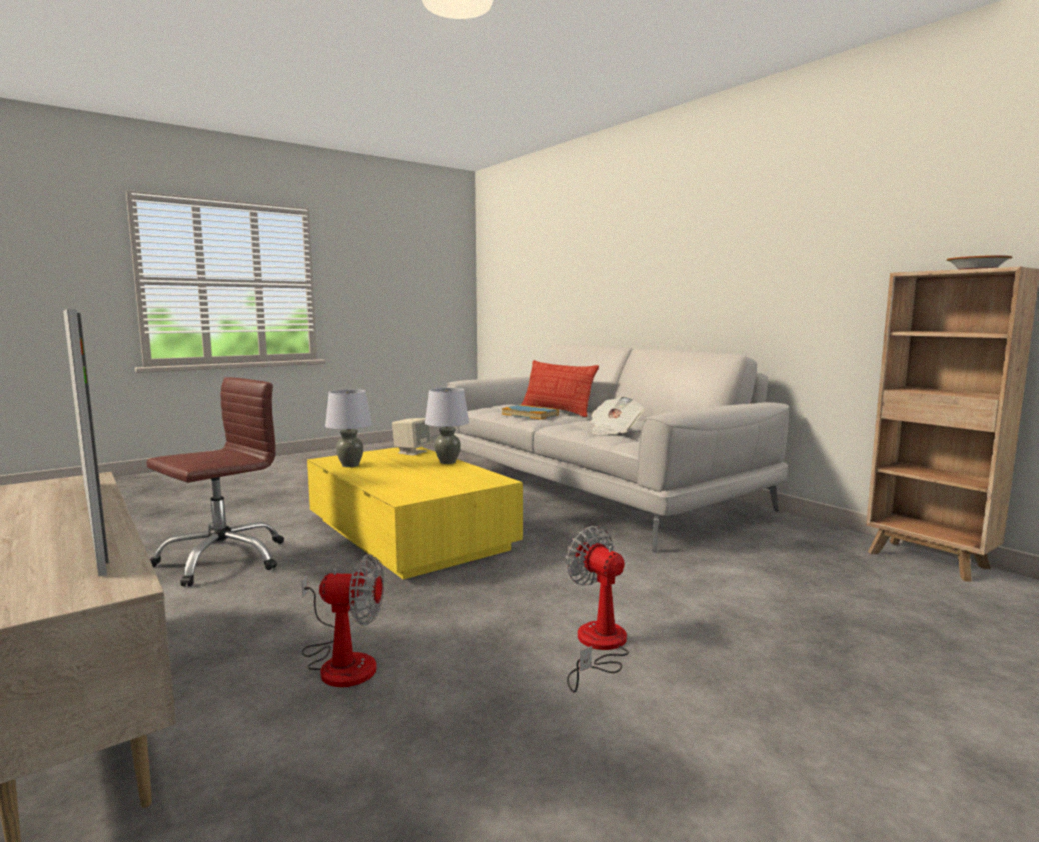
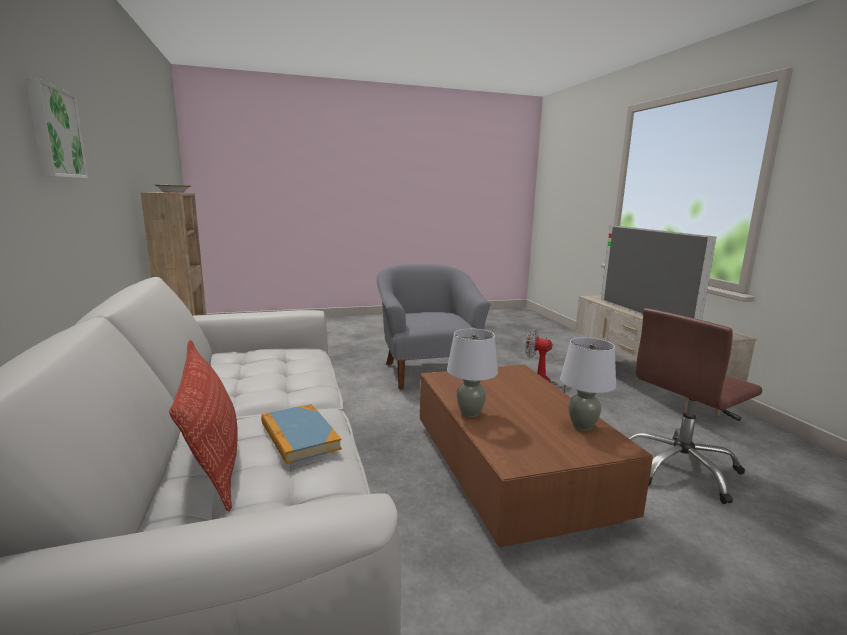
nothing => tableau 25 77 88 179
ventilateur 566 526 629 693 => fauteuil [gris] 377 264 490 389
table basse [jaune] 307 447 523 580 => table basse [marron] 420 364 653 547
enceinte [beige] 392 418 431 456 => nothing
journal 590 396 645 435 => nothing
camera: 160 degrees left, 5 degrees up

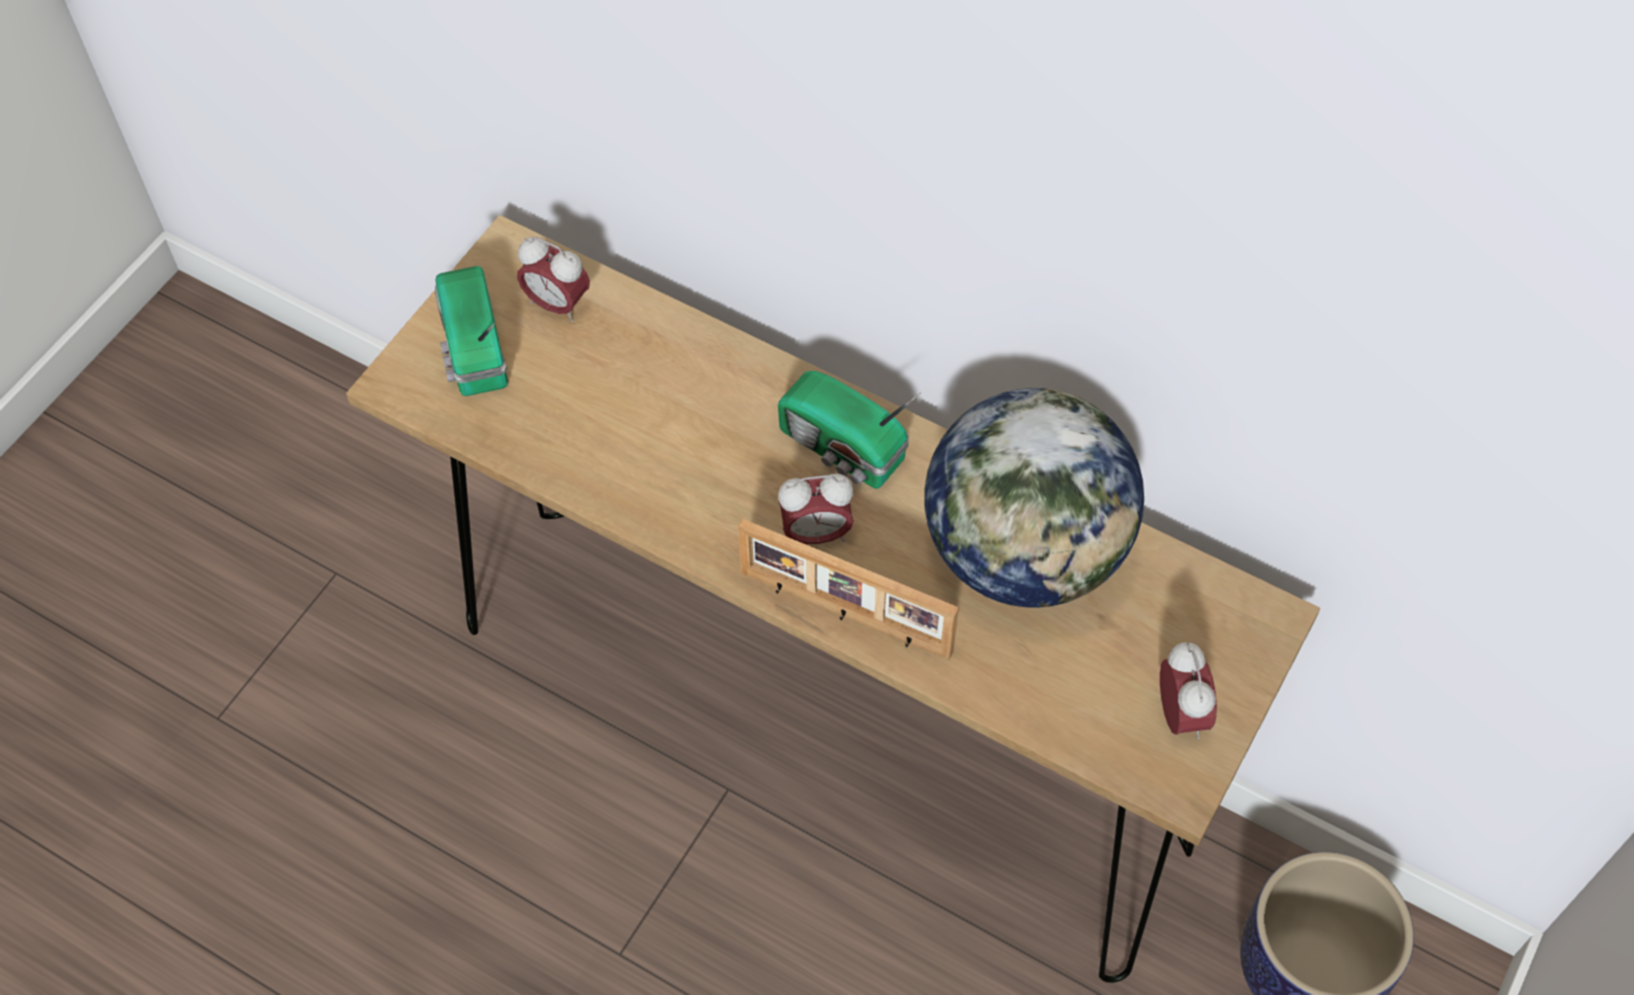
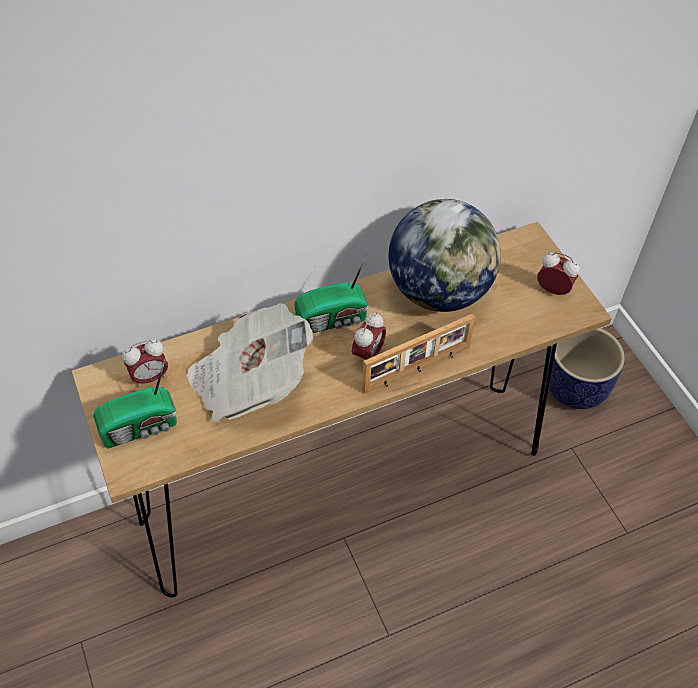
radio 435 266 508 396 => radio 93 359 177 448, 45 degrees counterclockwise
nothing => journal 186 303 314 423
camera: 55 degrees left, 5 degrees down

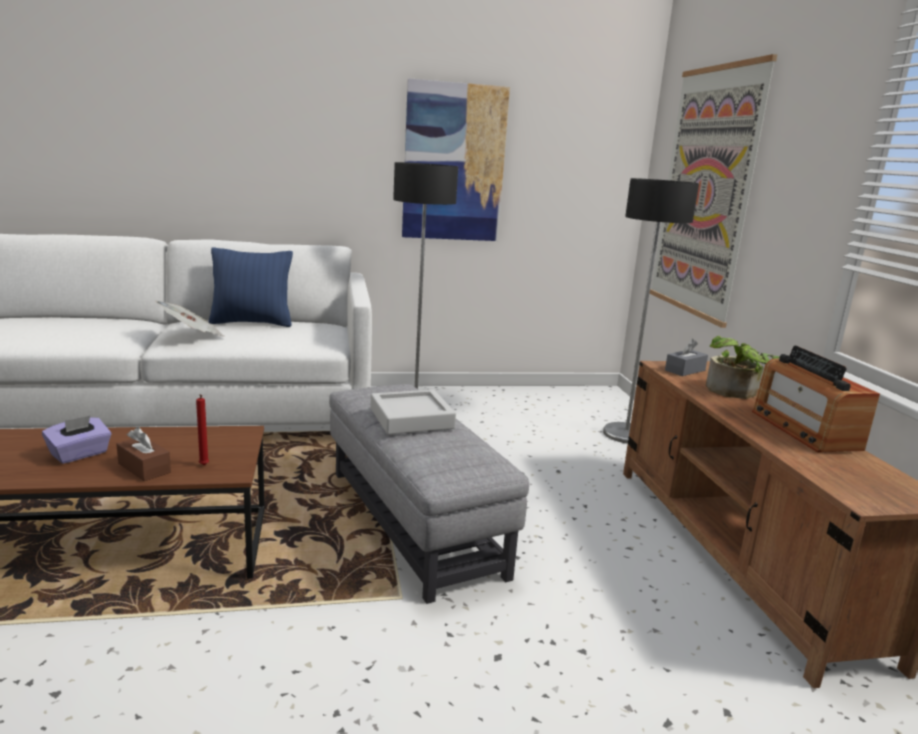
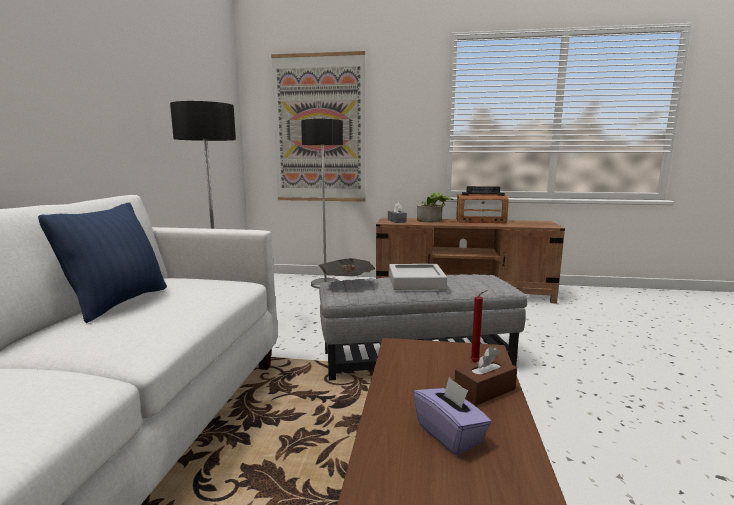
journal 155 301 226 337 => journal 318 258 375 276, relocated
tableau 402 78 510 241 => nothing
camera: 70 degrees left, 5 degrees down

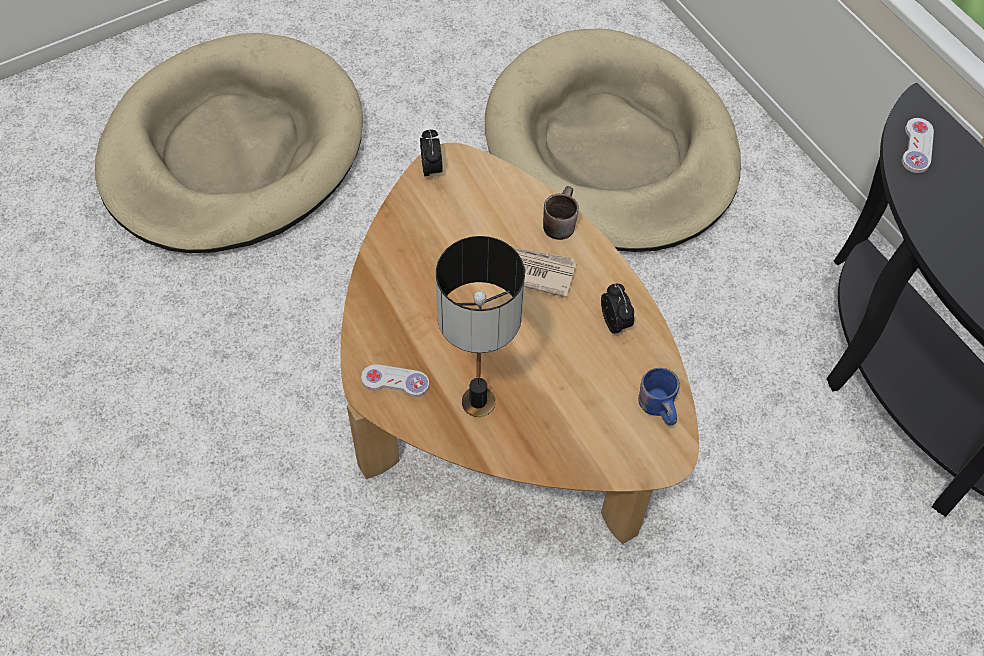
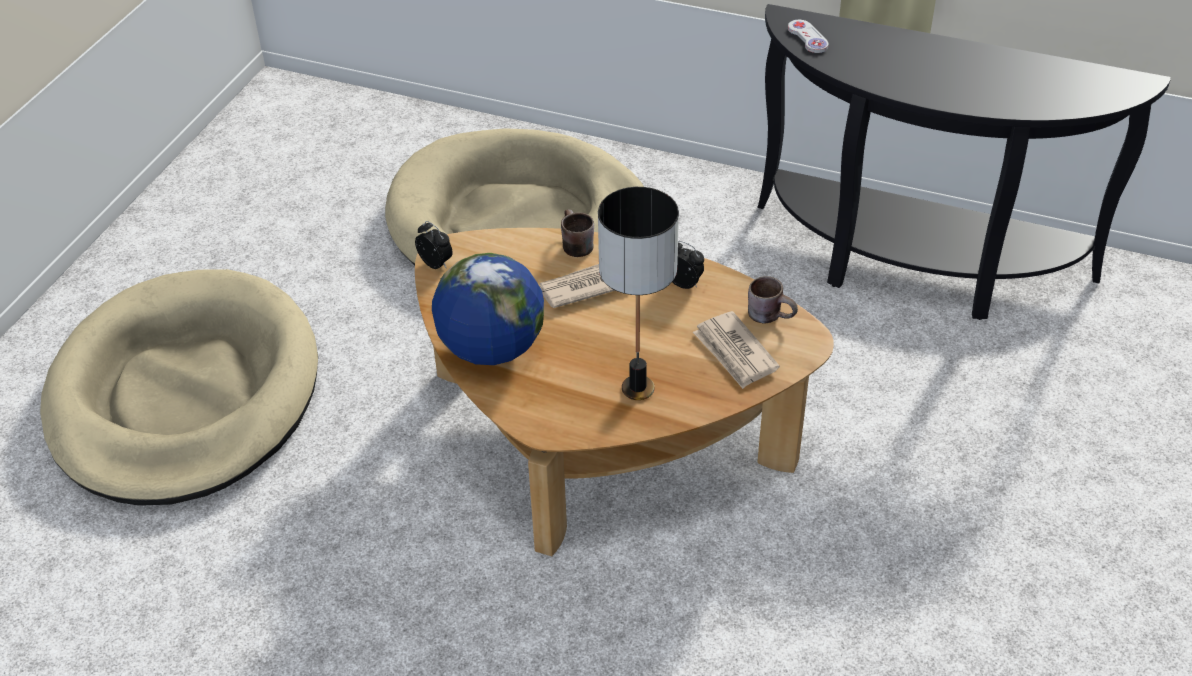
nothing => globe 432 253 544 365
nothing => journal 693 311 780 389
mug [bleu] 638 368 680 425 => mug [marron] 748 276 798 324
manette [blanc] 361 364 429 397 => nothing
camera: 35 degrees left, 15 degrees down

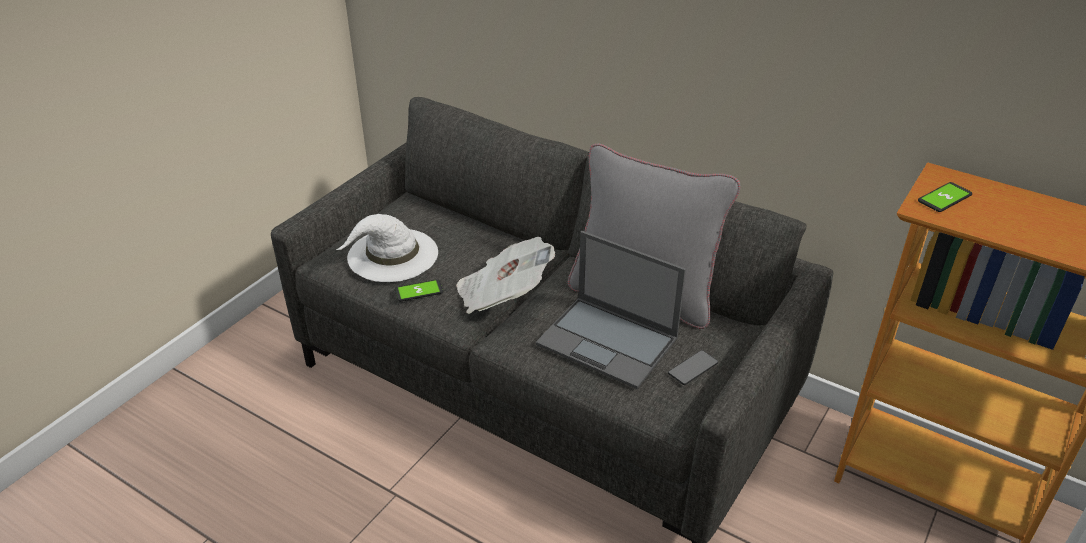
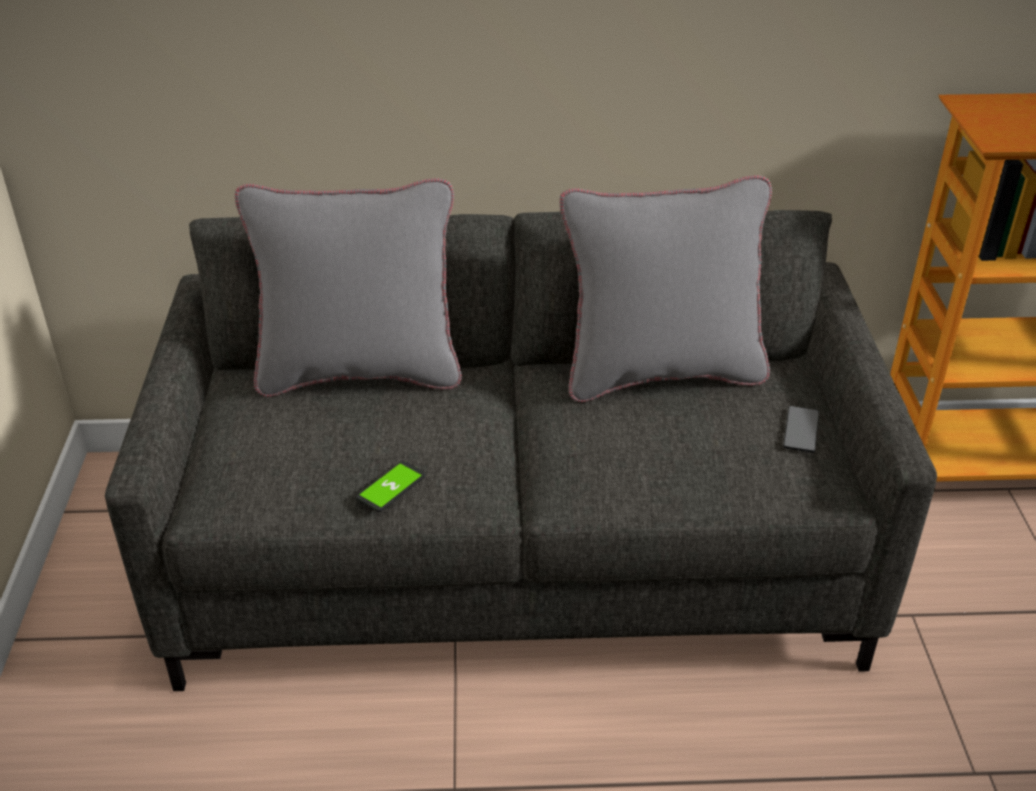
nothing => coussin [gris] 235 178 462 397
chapeau [blanc] 336 214 438 282 => nothing
journal 456 237 555 314 => nothing
ordinateur portable 536 231 686 389 => nothing
téléphone 918 182 972 212 => nothing
camera: 35 degrees left, 0 degrees up

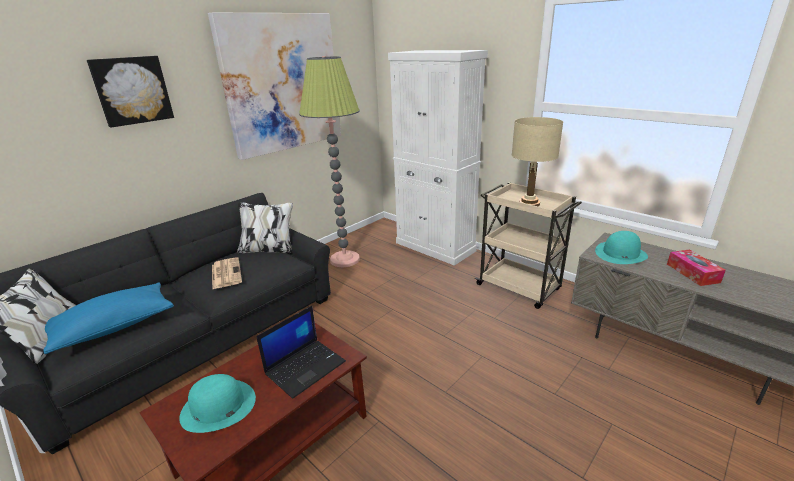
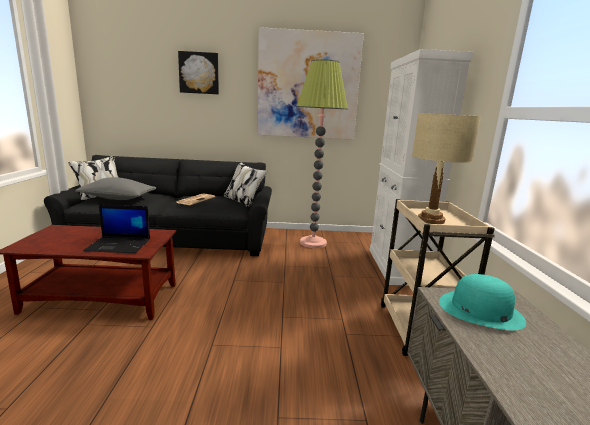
coussin [bleu] 43 283 174 354 => coussin [gris] 75 177 156 200
chapeau [turquoise] 179 374 256 433 => nothing
boîte à mouchoirs 667 249 726 286 => nothing
camera: 45 degrees right, 10 degrees down

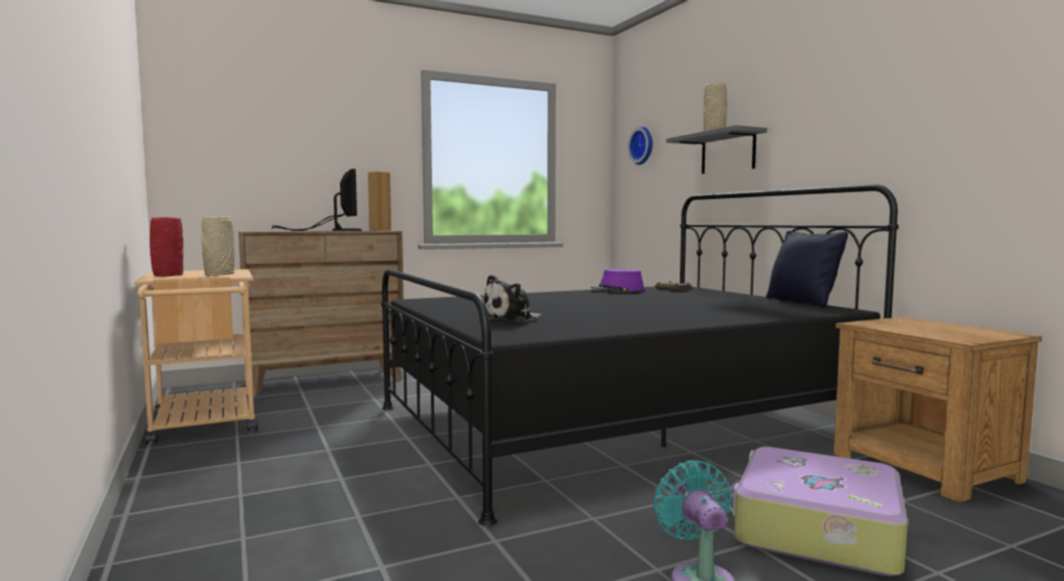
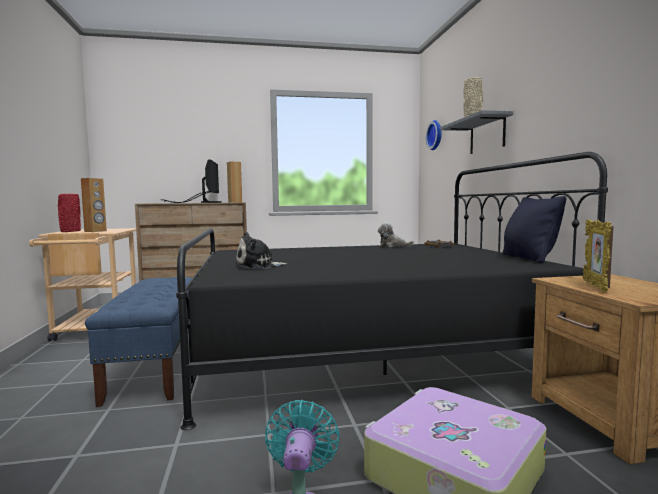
vase [beige] 201 216 235 276 => enceinte [marron] 81 178 107 232
nothing => banc [bleu] 85 277 194 407
chapeau [violet] 590 269 644 292 => peluche 378 222 414 247
nothing => cadre photo 583 219 614 293
camera: 15 degrees right, 0 degrees up

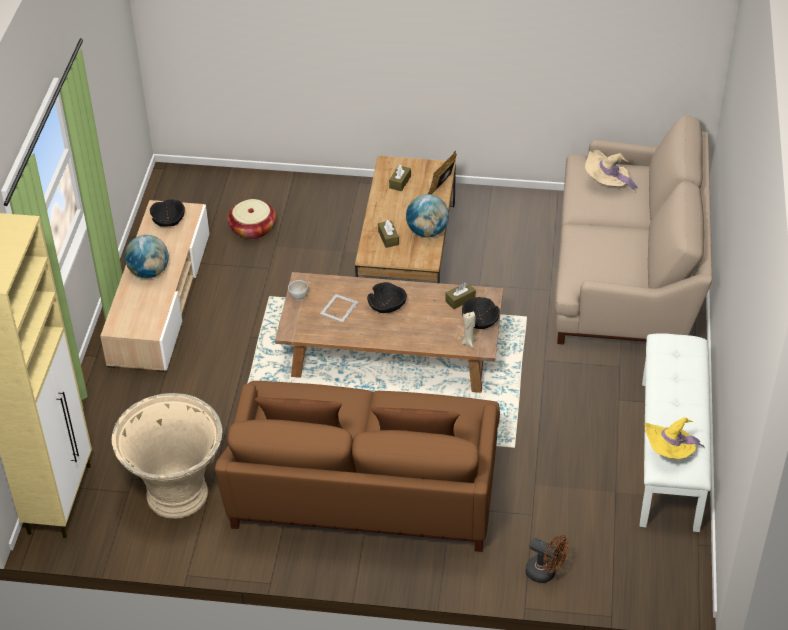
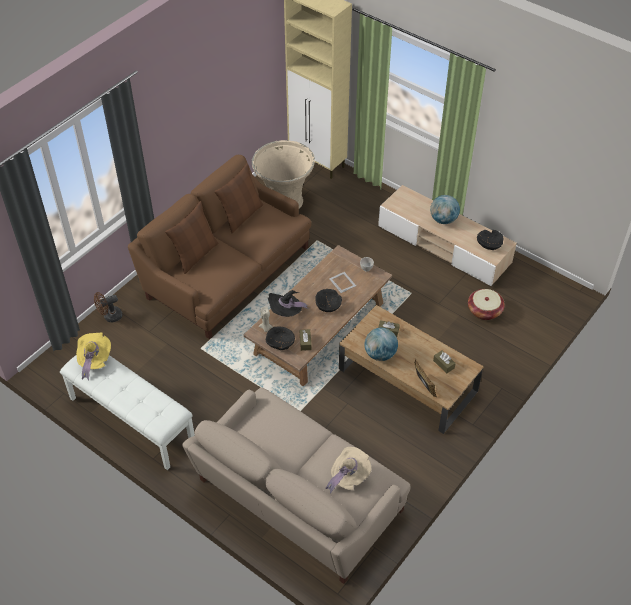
nothing => chapeau [noir] 268 290 310 317
camera: 120 degrees right, 5 degrees up

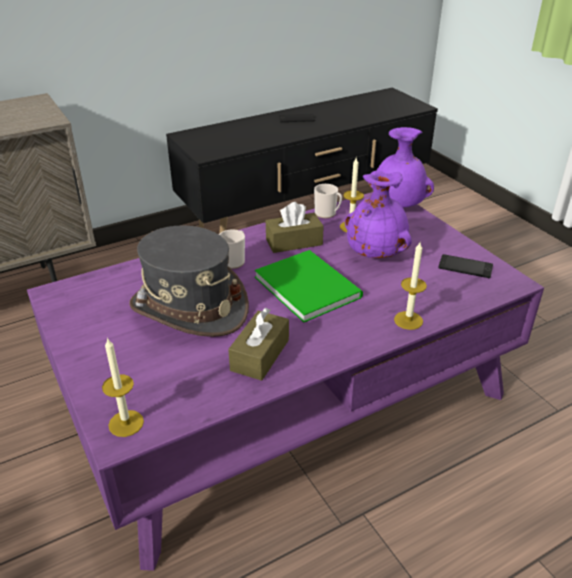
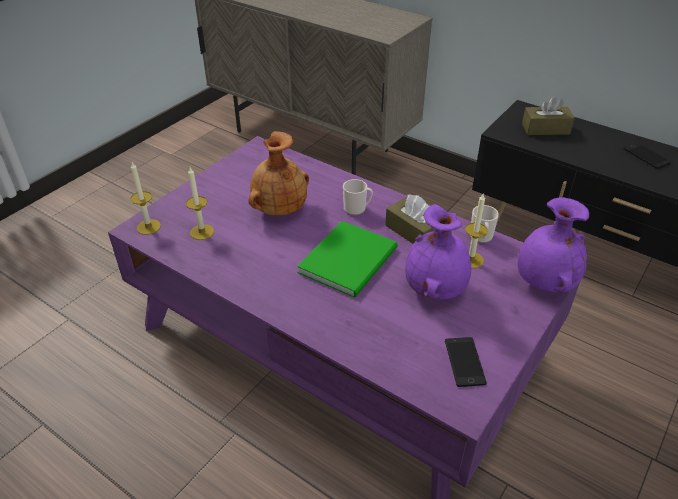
bougie 394 242 427 330 => bougie 186 167 214 240, relocated
chapeau [gris] 129 225 249 337 => vase [marron] 248 131 309 216
boîte à mouchoirs [marron] 228 308 289 381 => boîte à mouchoirs [marron] 522 96 575 135, relocated
camera: 65 degrees right, 5 degrees up

